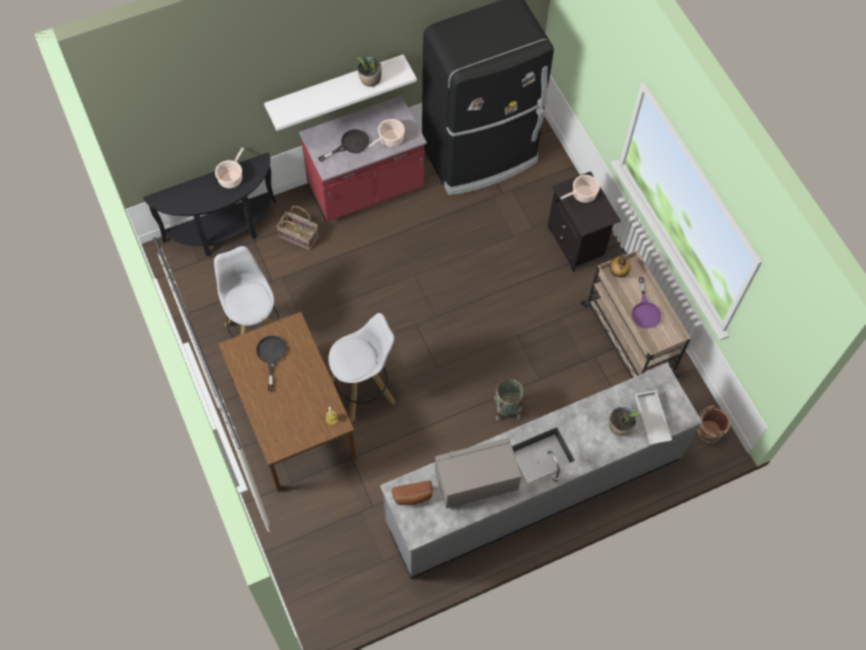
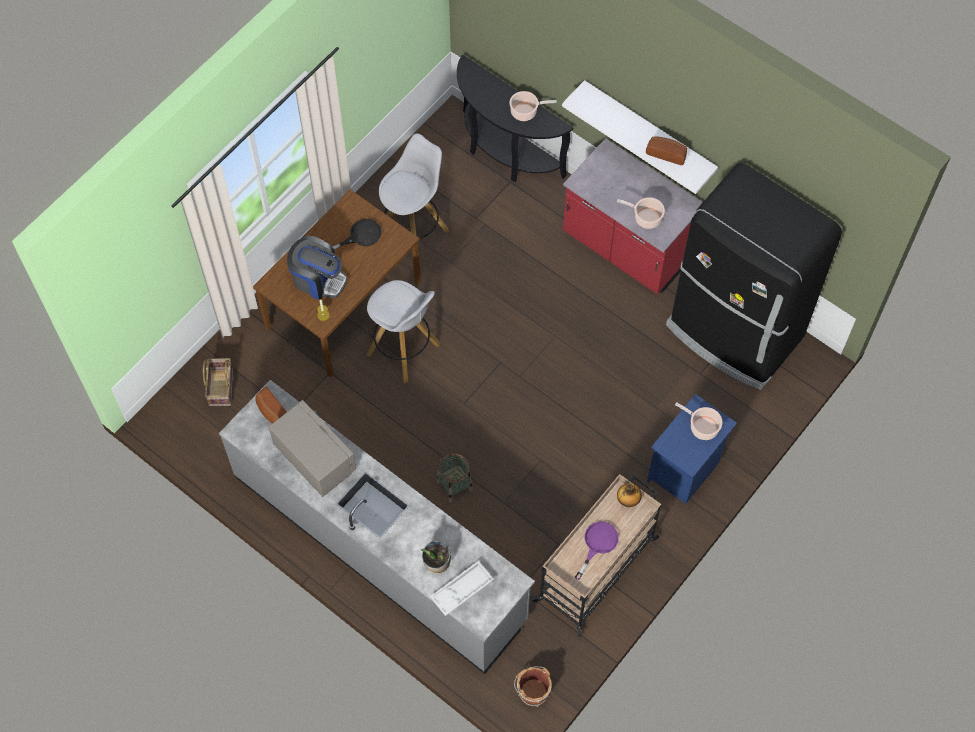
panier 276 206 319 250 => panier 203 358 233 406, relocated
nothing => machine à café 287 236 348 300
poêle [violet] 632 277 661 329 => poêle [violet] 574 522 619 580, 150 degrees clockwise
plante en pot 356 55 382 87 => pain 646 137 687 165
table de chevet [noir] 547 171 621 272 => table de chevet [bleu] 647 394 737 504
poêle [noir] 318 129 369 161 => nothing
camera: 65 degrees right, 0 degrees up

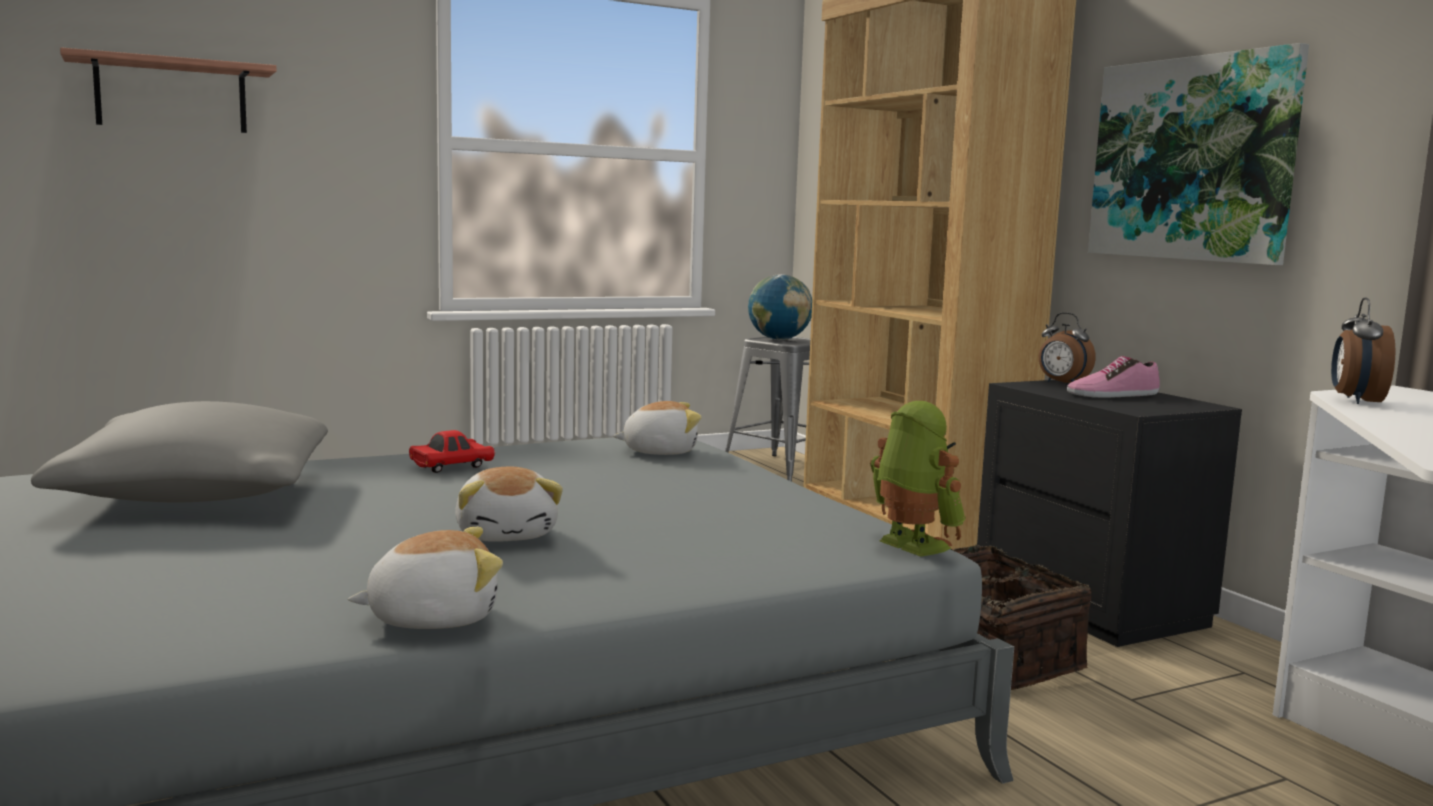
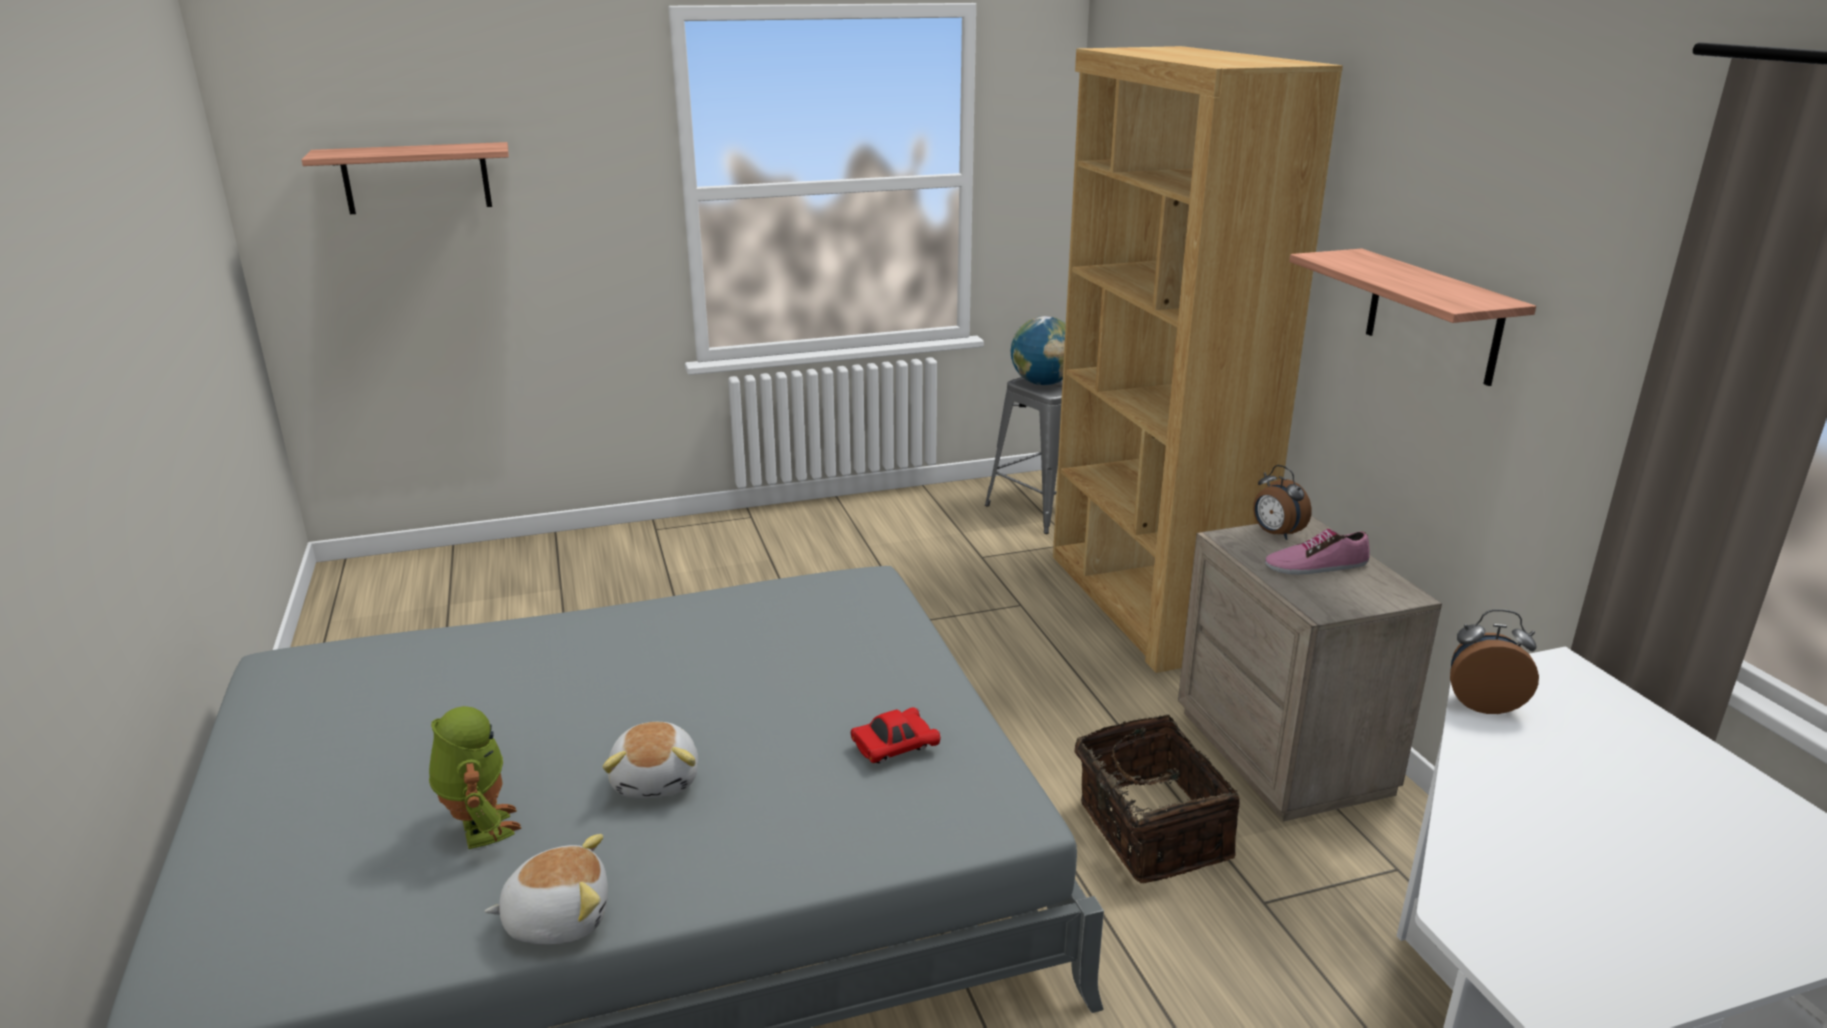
robot jouet 870 401 966 557 => robot jouet 429 706 521 849, relocated
petite voiture [rouge] 409 430 495 473 => petite voiture [rouge] 851 707 941 763, relocated
table de chevet [noir] 977 380 1242 647 => table de chevet [beige] 1178 516 1442 822
tableau 1088 43 1309 265 => étagère 1289 249 1536 386
réveil 1331 297 1395 404 => réveil 1450 609 1539 714, 75 degrees clockwise
coussin [gris] 31 401 328 503 => nothing
peluche 613 401 701 455 => nothing
camera: 10 degrees right, 15 degrees up

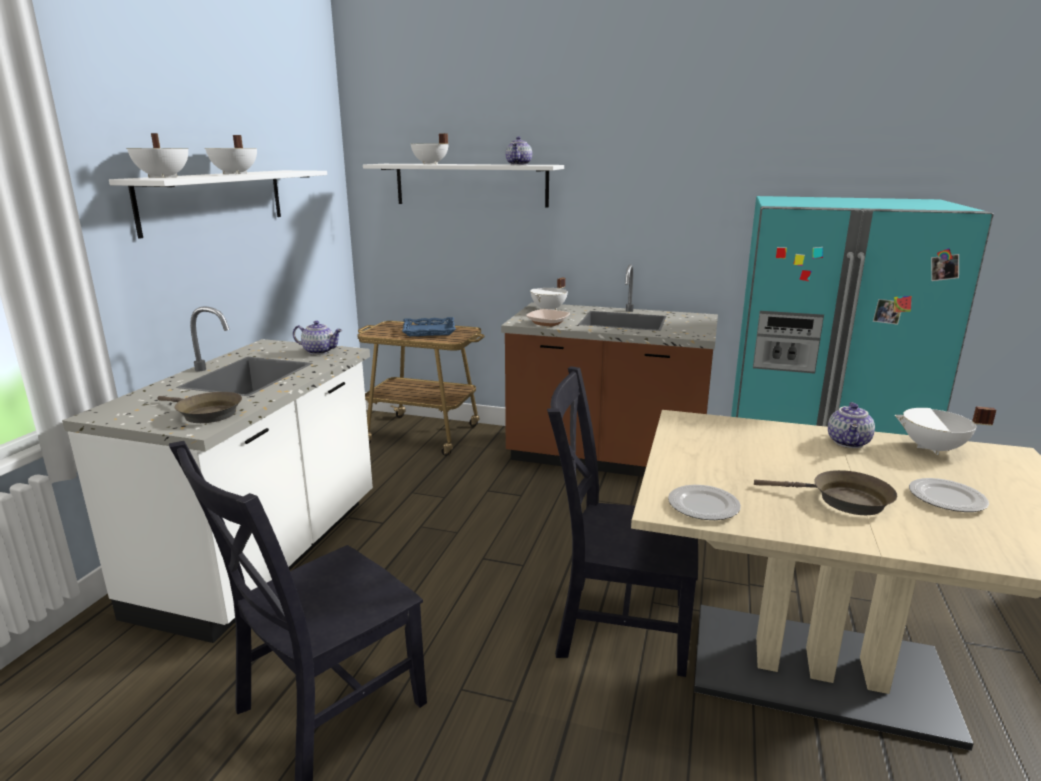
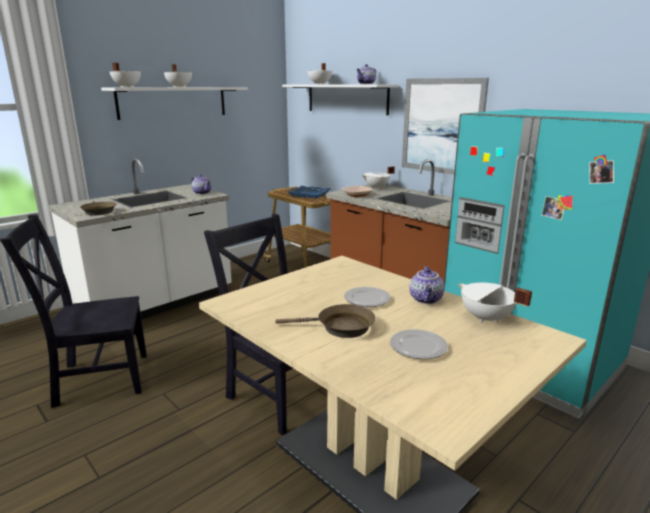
poêle [marron] 754 470 897 515 => poêle [marron] 275 304 375 338, 45 degrees counterclockwise
assiette 668 485 741 520 => assiette 344 287 391 307, relocated
nothing => tableau 402 78 489 175
théière 828 402 875 448 => théière 409 266 444 304, 45 degrees counterclockwise
camera: 30 degrees right, 0 degrees up

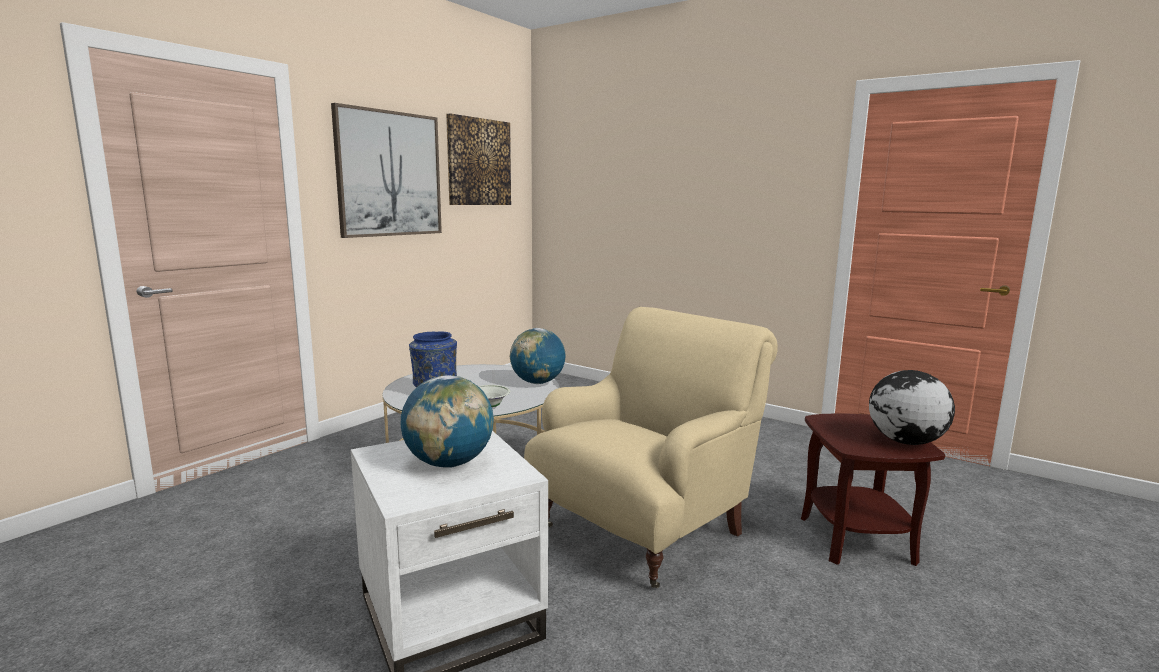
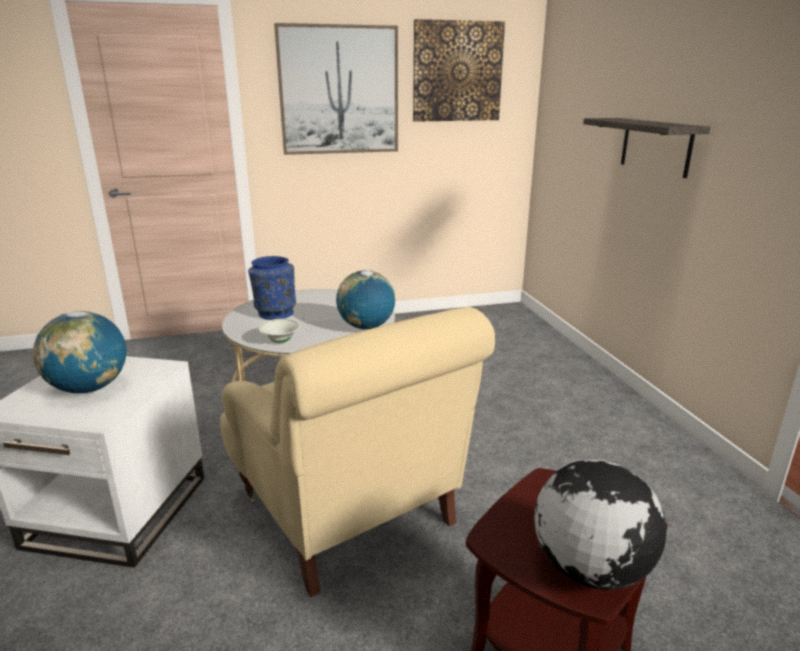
fauteuil [beige] 524 307 778 588 => fauteuil [beige] 220 307 495 597, 60 degrees clockwise
nothing => étagère 583 118 710 178
camera: 40 degrees right, 10 degrees up

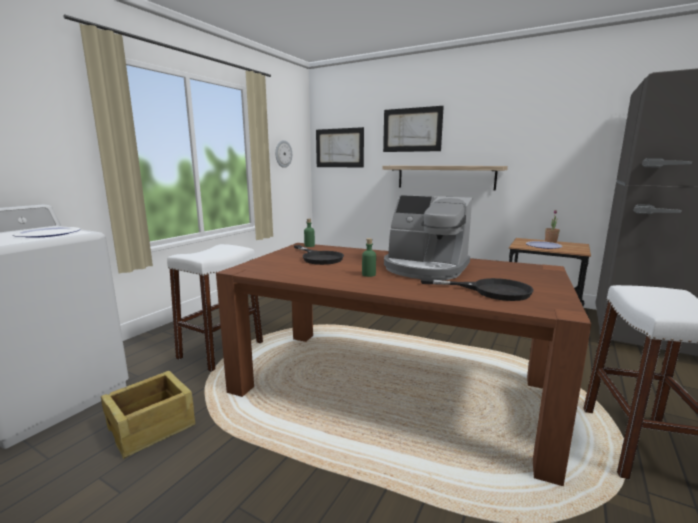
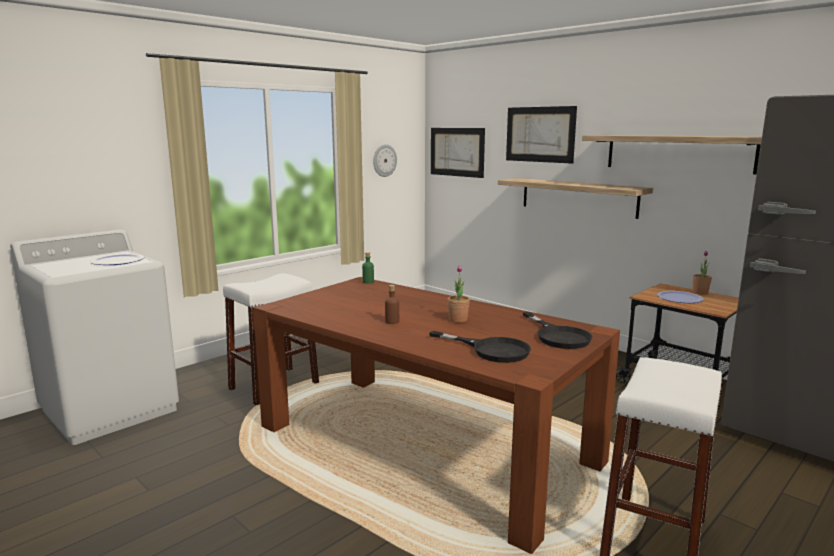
bouteille [vert] 362 238 376 277 => bouteille [marron] 385 285 399 324
machine à café 384 195 472 280 => plante en pot 447 265 470 323
poêle [noir] 294 245 344 265 => poêle [noir] 523 312 593 349, relocated
nothing => étagère 582 135 762 174
caisse 101 371 195 459 => nothing
camera: 15 degrees right, 0 degrees up

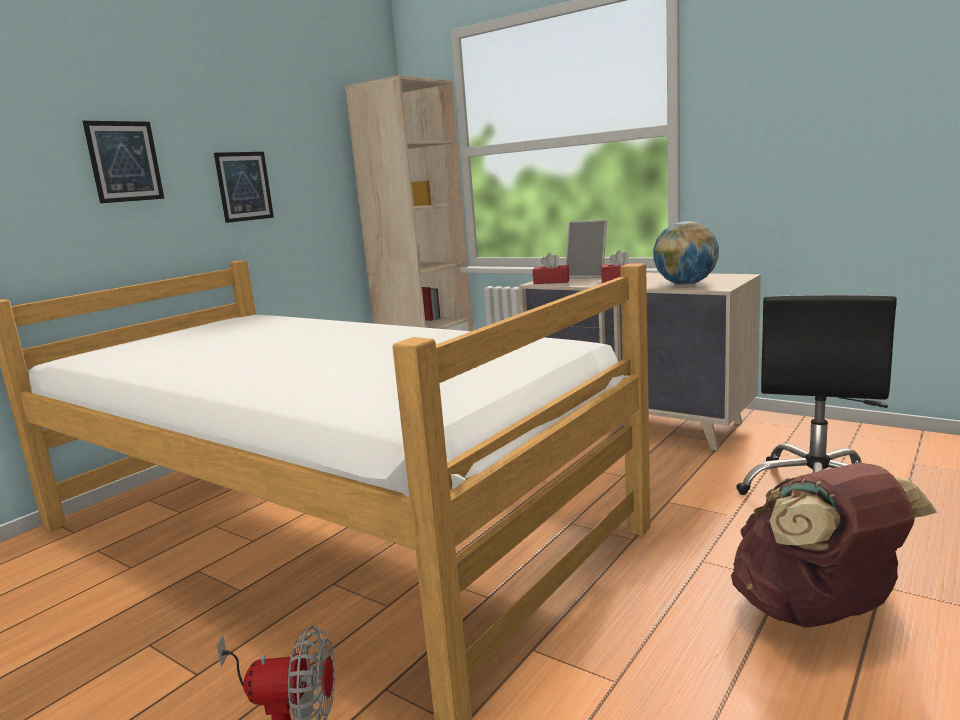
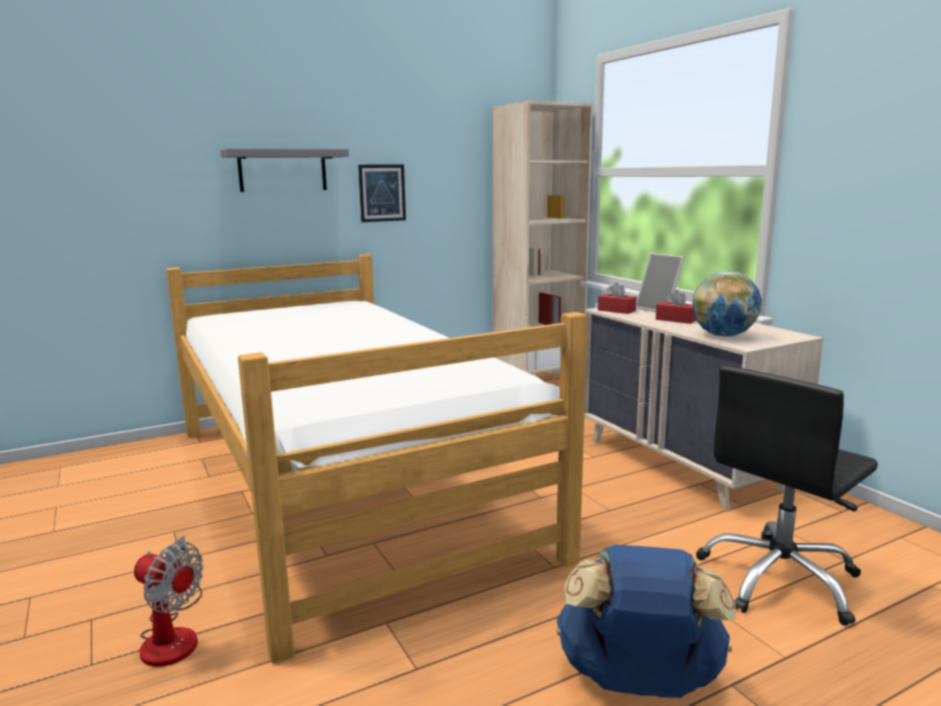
tableau 83 121 164 203 => étagère [gris] 220 149 349 192
sac à dos [marron] 731 463 937 628 => sac à dos [bleu] 556 545 736 698
camera: 25 degrees right, 0 degrees up

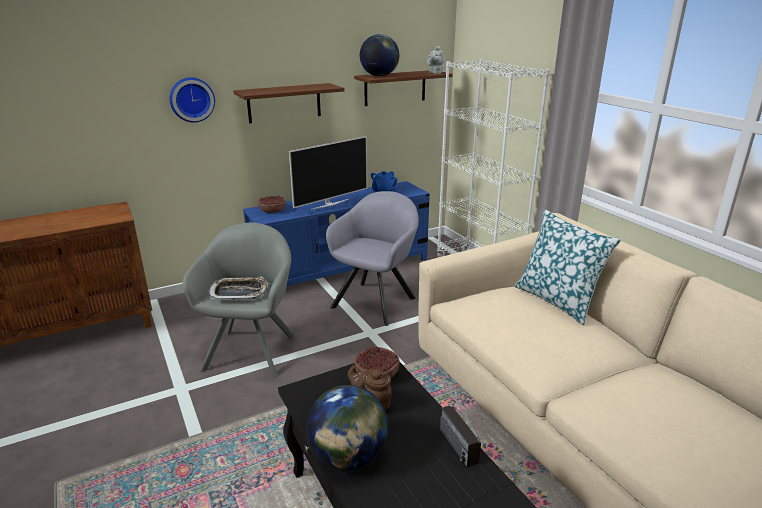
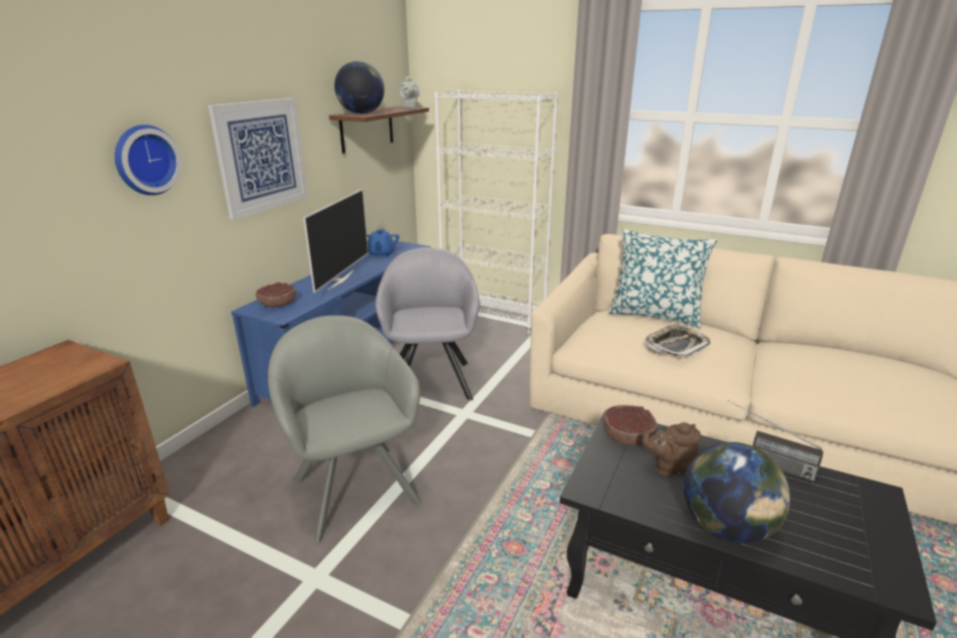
étagère [marron] 233 83 345 123 => tableau 208 98 308 220
plateau 208 276 268 300 => plateau 646 324 710 358, relocated
camera: 35 degrees left, 0 degrees up

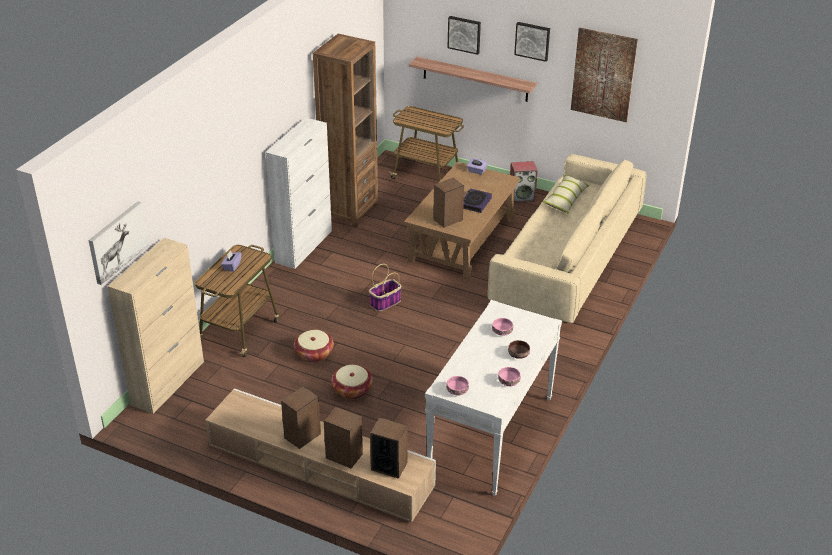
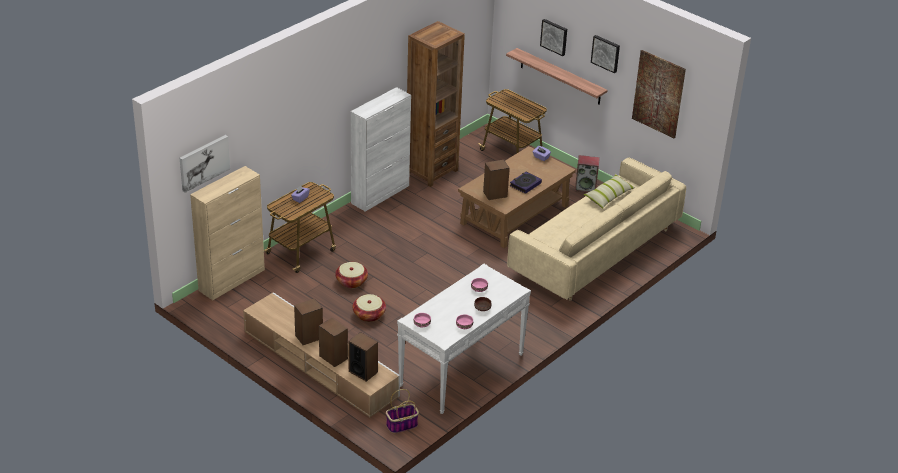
panier 369 264 402 311 => panier 386 389 419 433, relocated
camera: 15 degrees right, 0 degrees up

